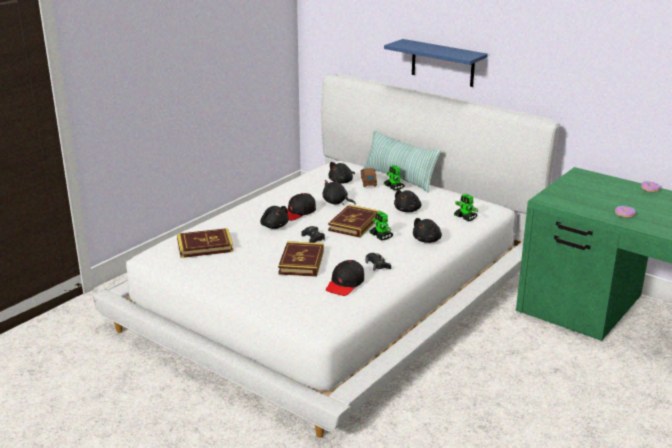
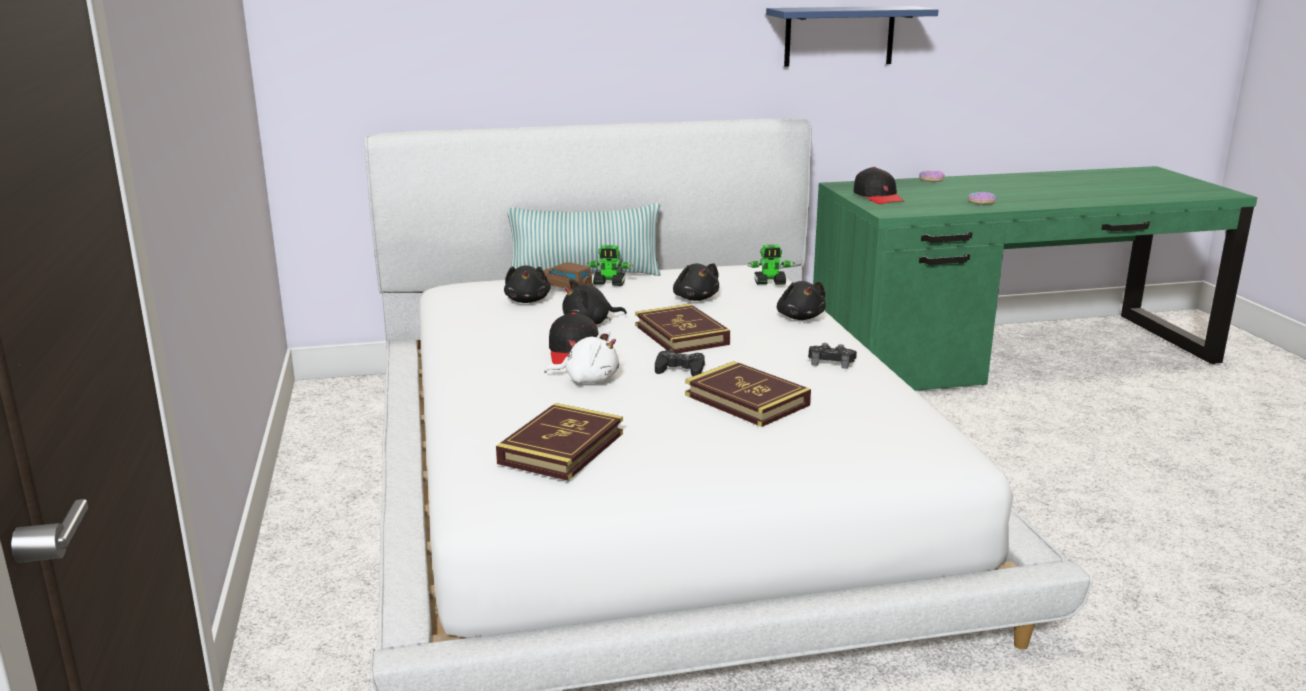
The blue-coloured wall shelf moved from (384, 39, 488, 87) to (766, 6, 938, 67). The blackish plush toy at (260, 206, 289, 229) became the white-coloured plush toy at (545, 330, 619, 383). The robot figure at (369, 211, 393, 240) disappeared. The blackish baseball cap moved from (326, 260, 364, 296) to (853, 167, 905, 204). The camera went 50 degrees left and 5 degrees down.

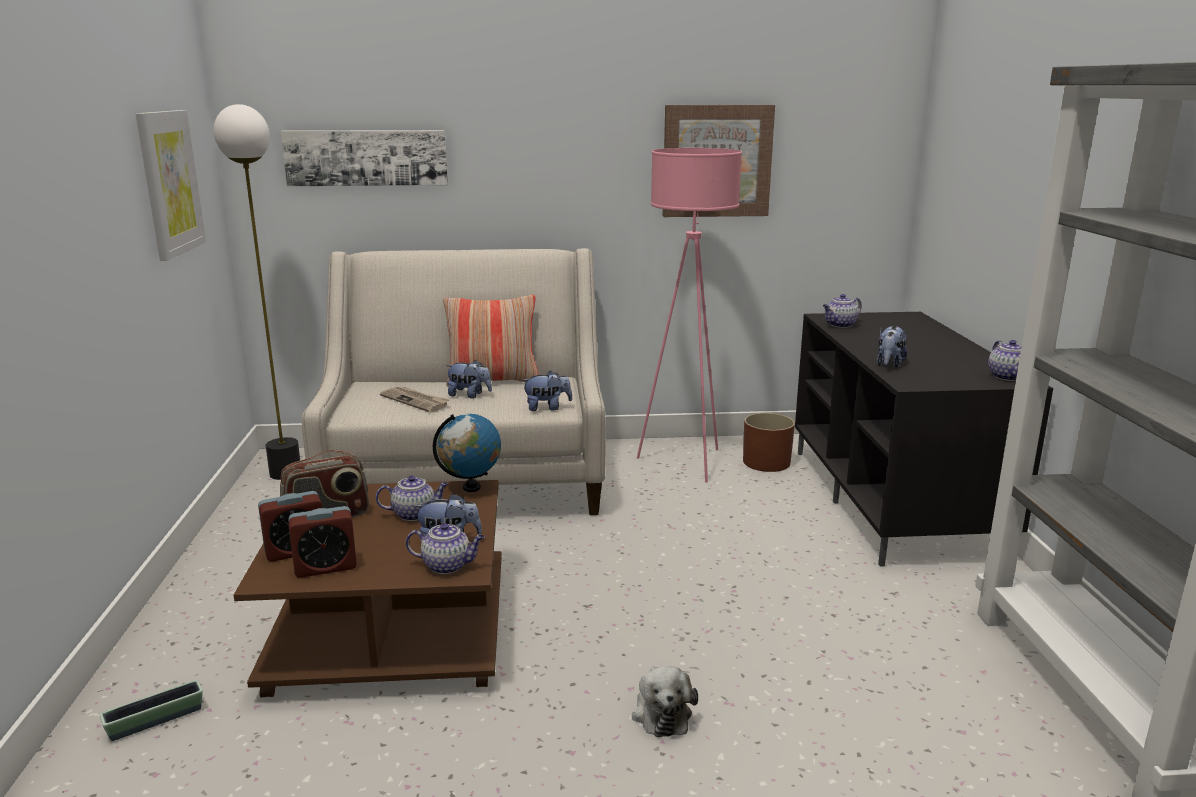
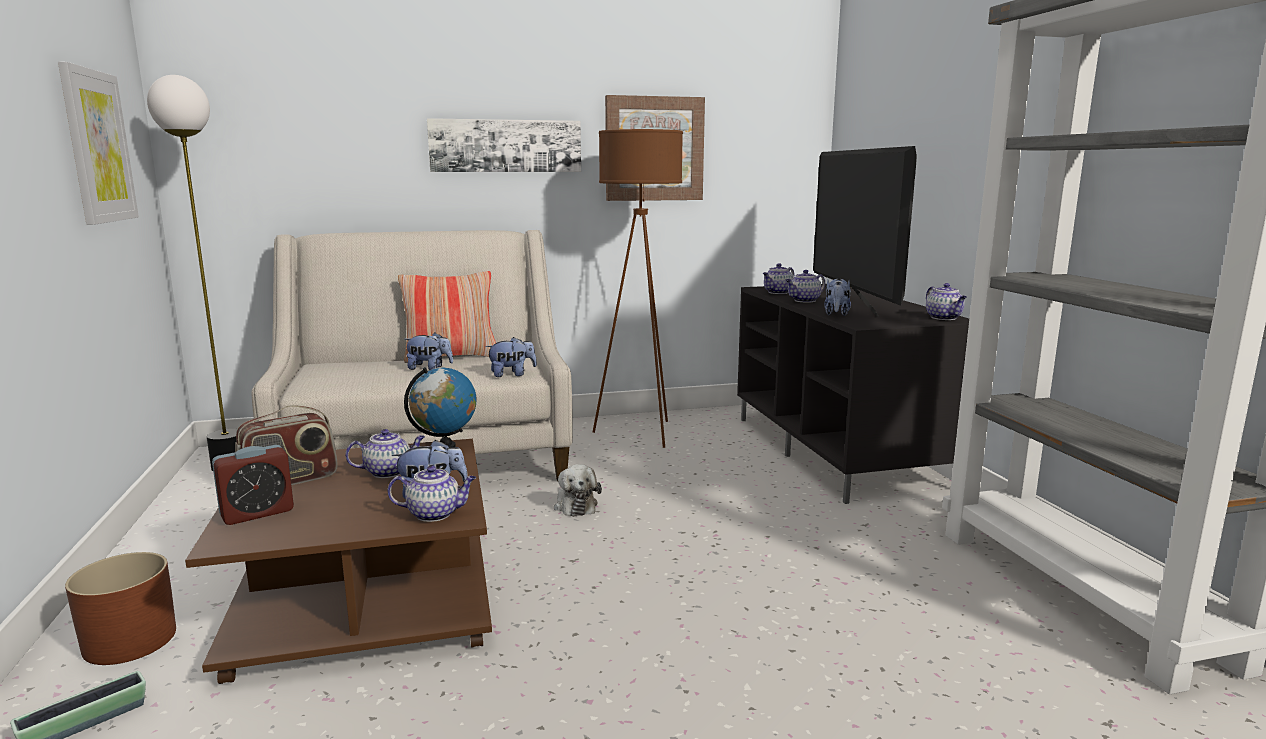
The wall picture moved from (281, 130, 448, 186) to (427, 118, 581, 172). The pink-coloured floor lamp at (637, 148, 742, 483) became the brownish floor lamp at (593, 129, 683, 448). The newspaper at (380, 387, 449, 412) disappeared. The brownish planter moved from (743, 413, 795, 472) to (65, 552, 176, 665). The table clock at (288, 506, 357, 578) disappeared. The plush toy moved from (632, 666, 698, 737) to (554, 464, 602, 517). The TV set at (813, 146, 917, 317) appeared. The tea pot at (786, 270, 825, 303) appeared. The camera went 10 degrees left and 5 degrees down.

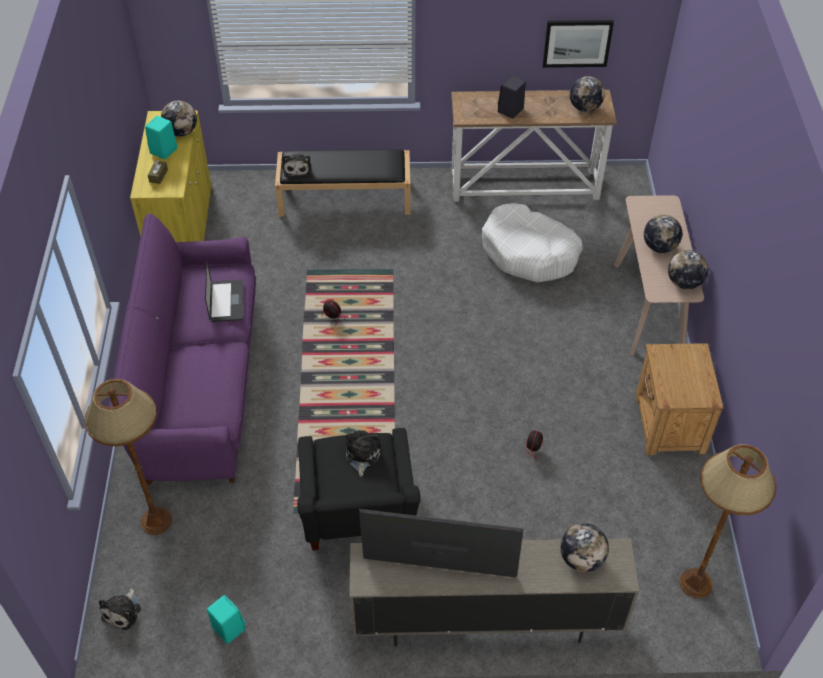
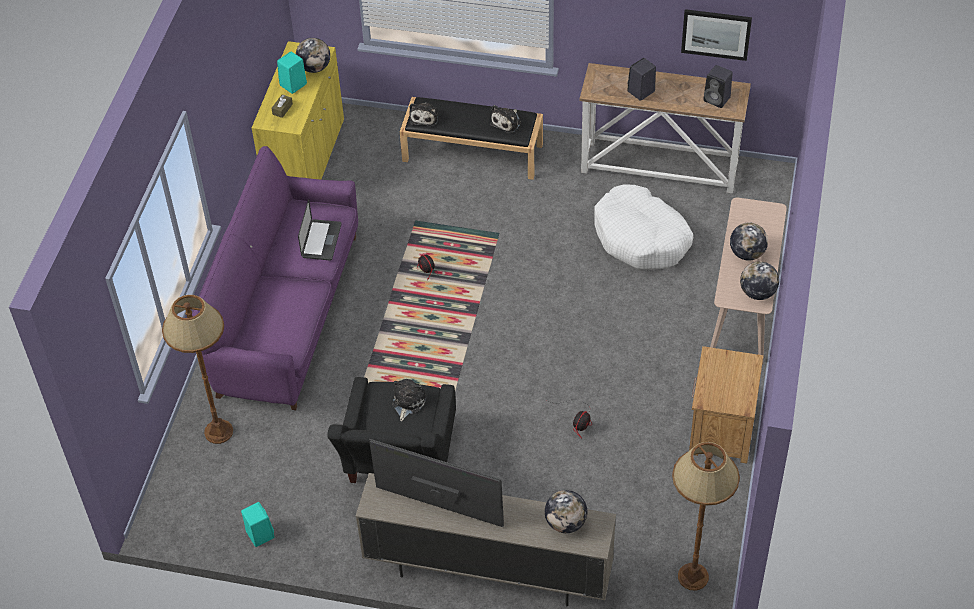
The globe at (570, 76, 605, 112) was replaced by the blackish audio speaker at (703, 65, 733, 108). The plush toy moved from (99, 588, 141, 630) to (490, 105, 521, 133). The camera went 15 degrees right and 0 degrees up.

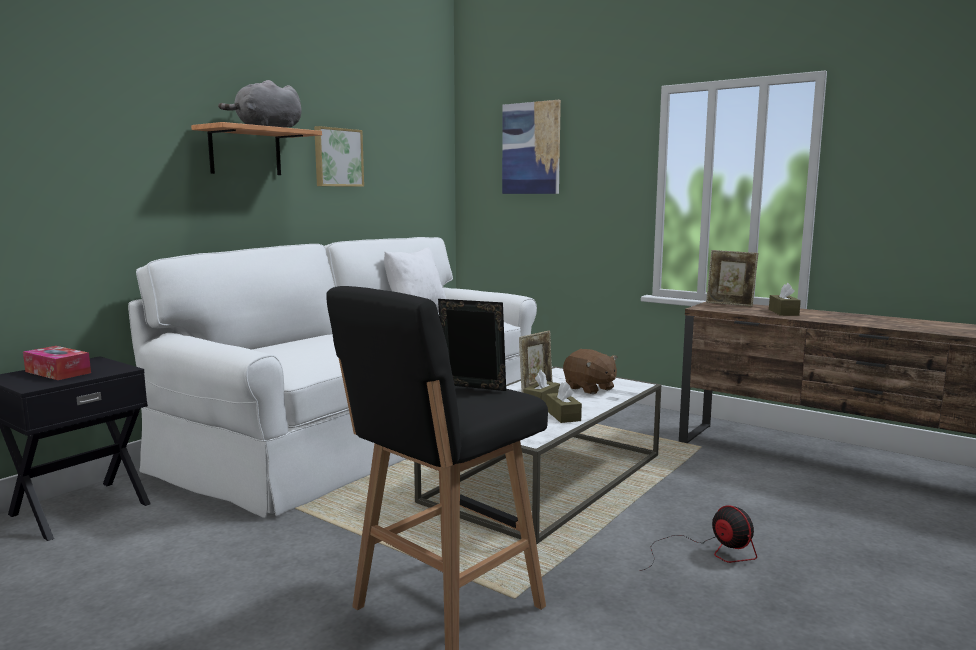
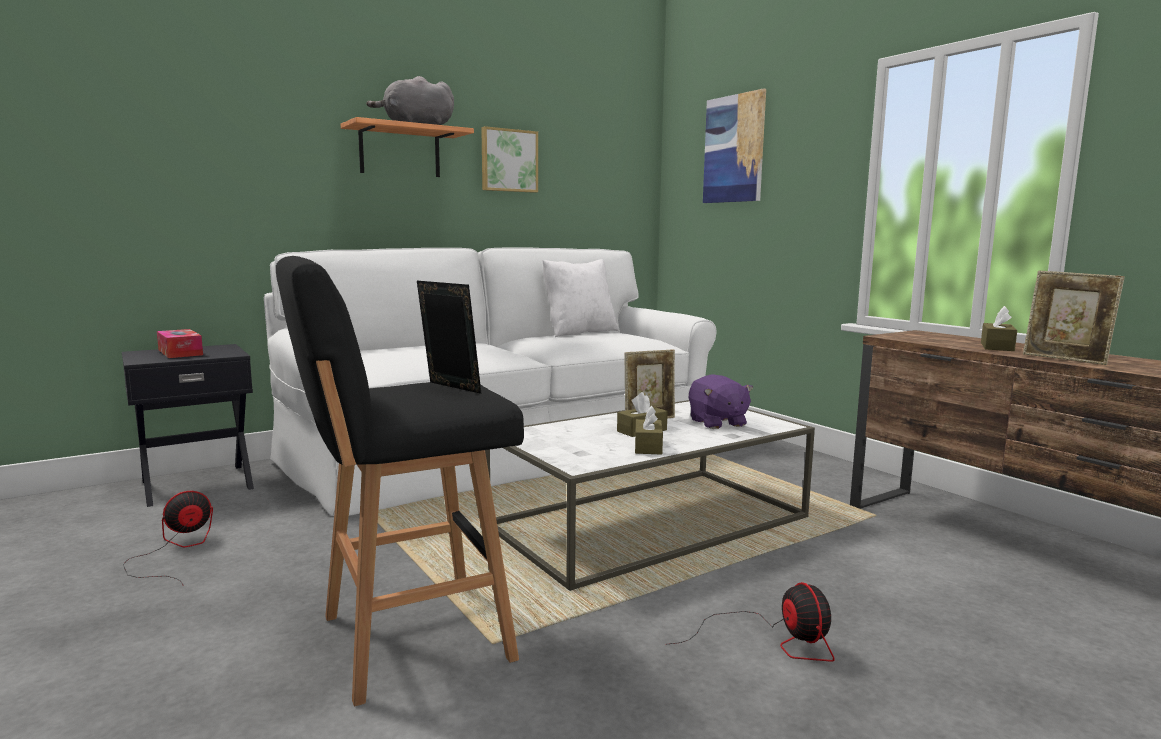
The picture frame moved from (706, 250, 758, 307) to (1023, 271, 1125, 365). The brownish plush toy at (563, 349, 618, 394) became the purplish plush toy at (689, 374, 753, 429). The cooling fan at (123, 491, 213, 586) appeared. The camera went 20 degrees right and 0 degrees up.

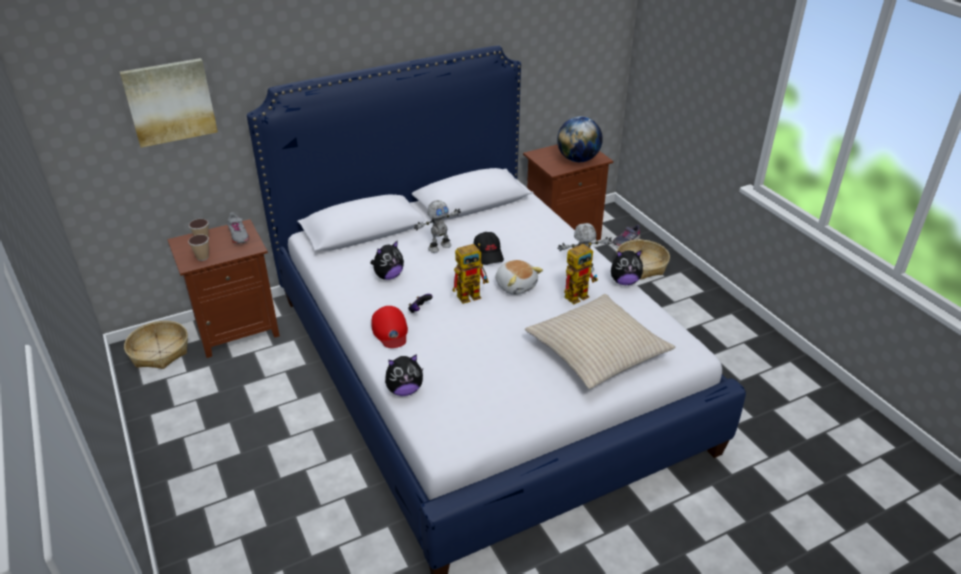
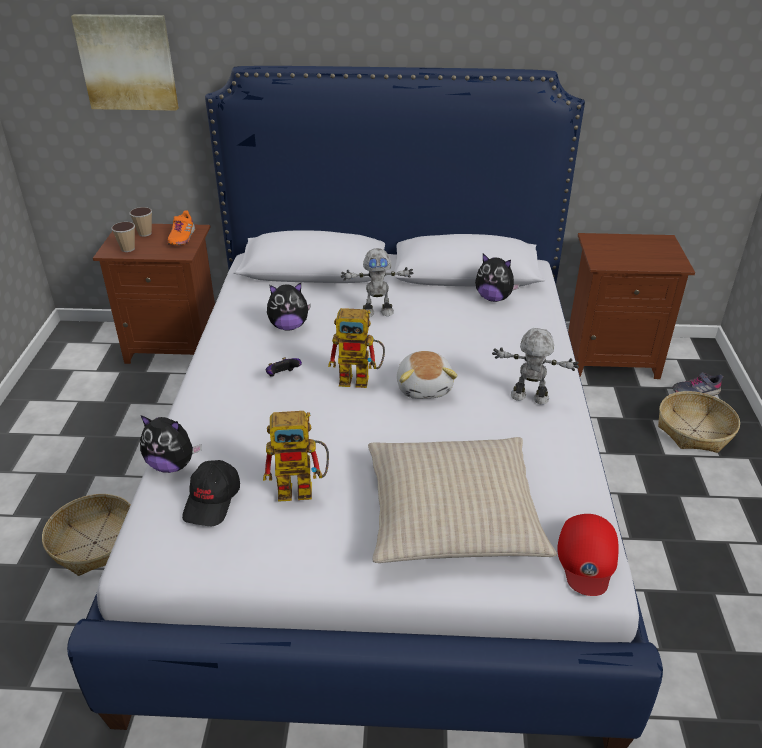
The globe at (557, 116, 603, 162) disappeared. The gray low shoe at (227, 212, 249, 244) became the orange-coloured low shoe at (167, 211, 195, 245). The blackish baseball cap moved from (474, 232, 504, 265) to (182, 460, 240, 526). The robot figure moved from (564, 243, 598, 304) to (263, 411, 329, 502). The plush toy moved from (611, 250, 643, 285) to (475, 254, 520, 302). The reddish baseball cap moved from (372, 306, 408, 348) to (557, 514, 619, 596). The storage basket moved from (124, 321, 188, 369) to (42, 494, 131, 576). The camera went 30 degrees right and 0 degrees up.

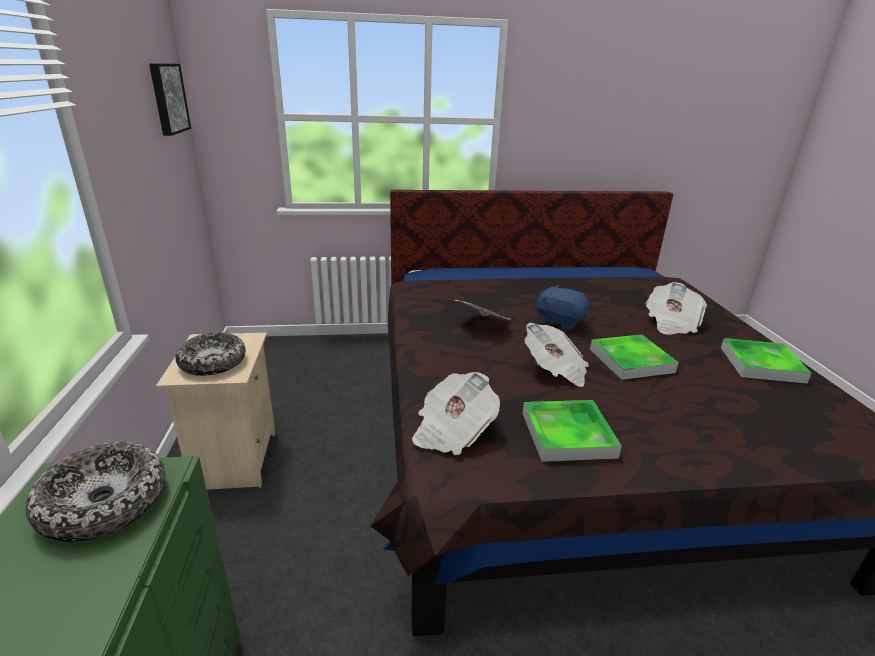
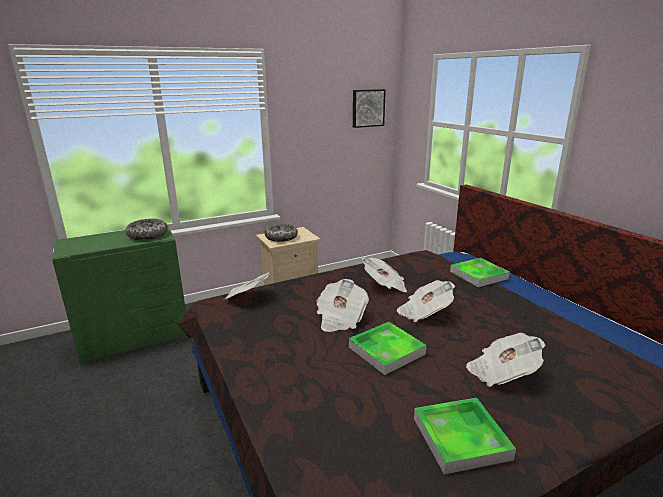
The blue-coloured plush toy at (534, 286, 589, 332) was replaced by the newspaper at (397, 280, 455, 322). The tray moved from (523, 400, 622, 462) to (450, 258, 510, 287). The camera went 70 degrees right and 5 degrees down.

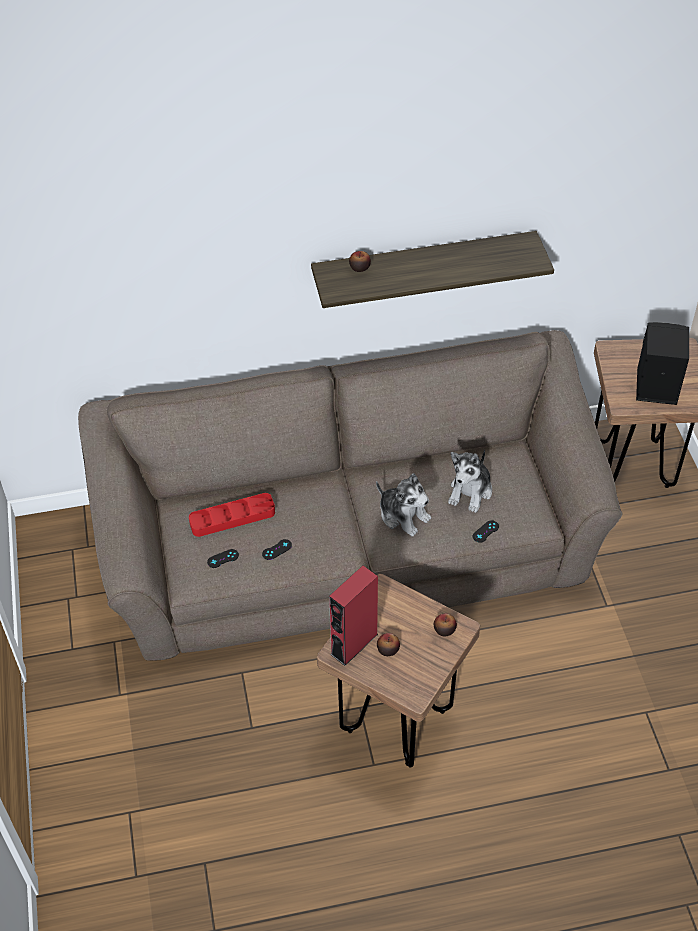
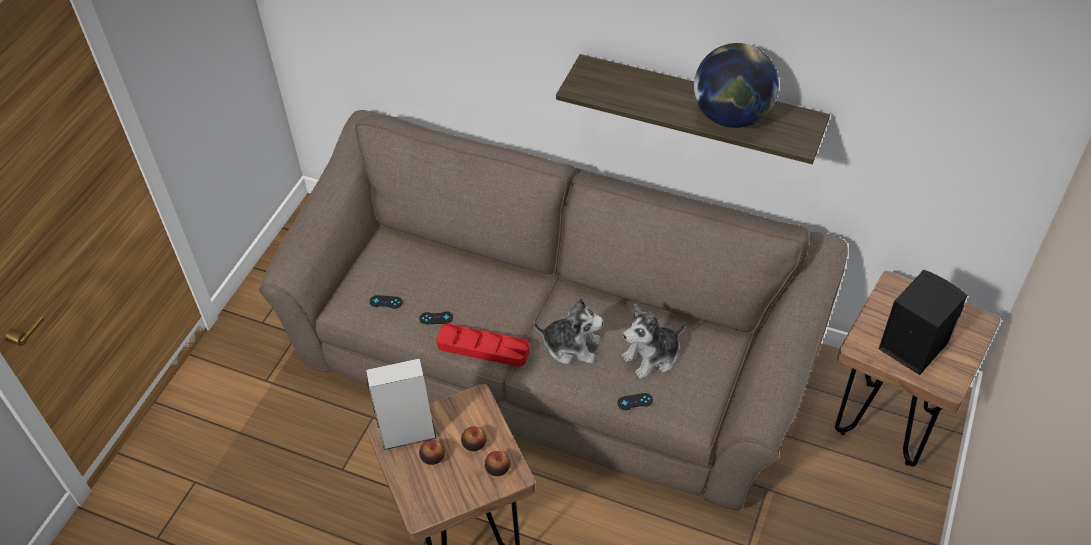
The whole apple moved from (349, 251, 371, 272) to (461, 426, 487, 451). The plush toy at (376, 473, 431, 536) turned 60 degrees counterclockwise. The reddish tray moved from (189, 493, 275, 537) to (436, 324, 530, 367). The reddish audio speaker at (329, 565, 378, 666) became the gray audio speaker at (366, 358, 436, 450). The globe at (694, 43, 779, 128) appeared. The camera went 35 degrees right and 0 degrees up.

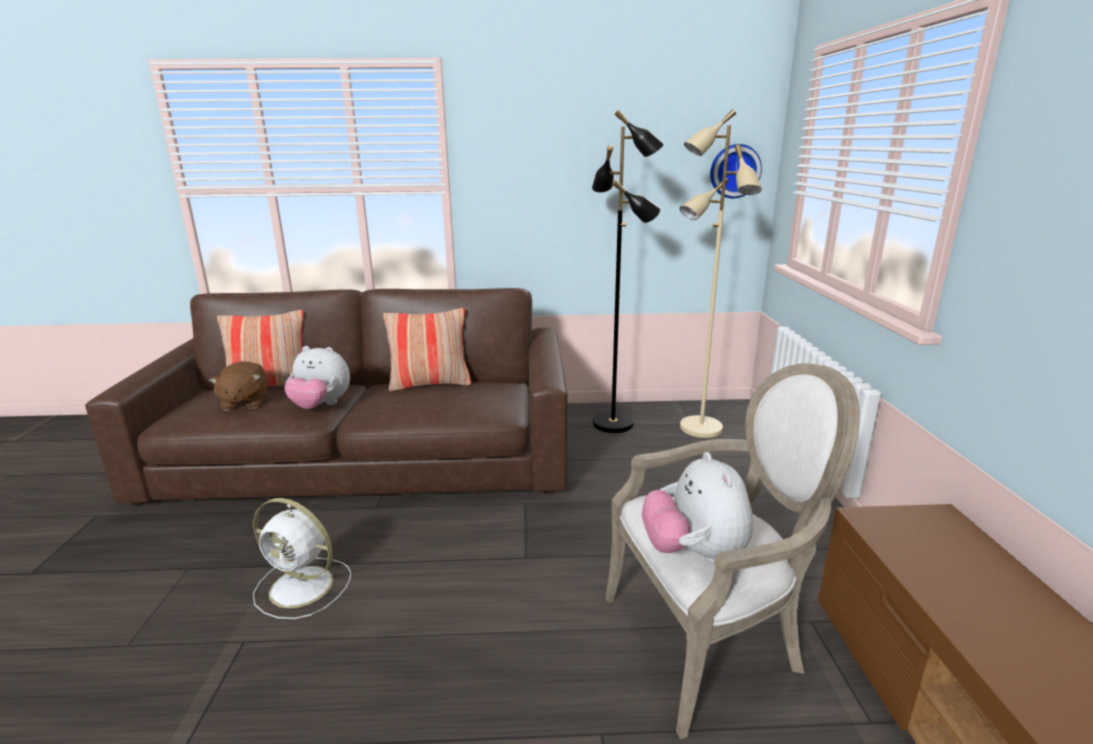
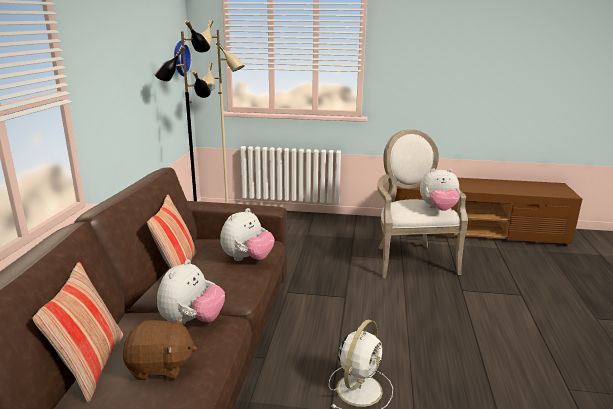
The plush toy at (220, 208, 275, 261) appeared. The camera went 80 degrees left and 0 degrees up.

